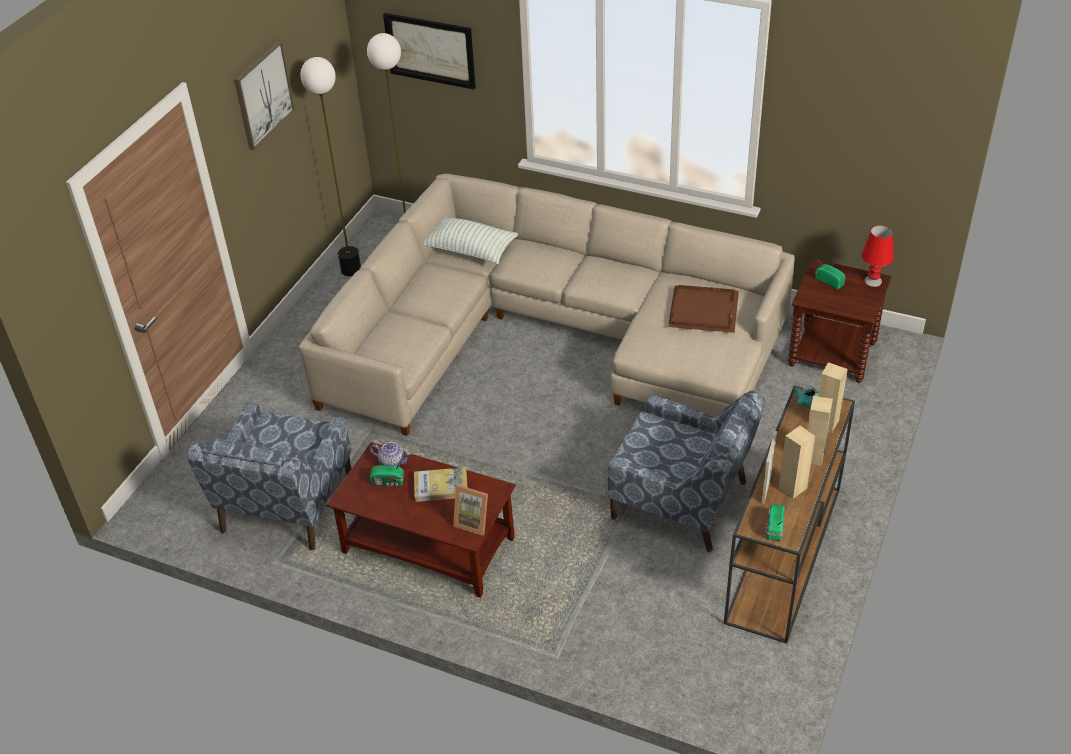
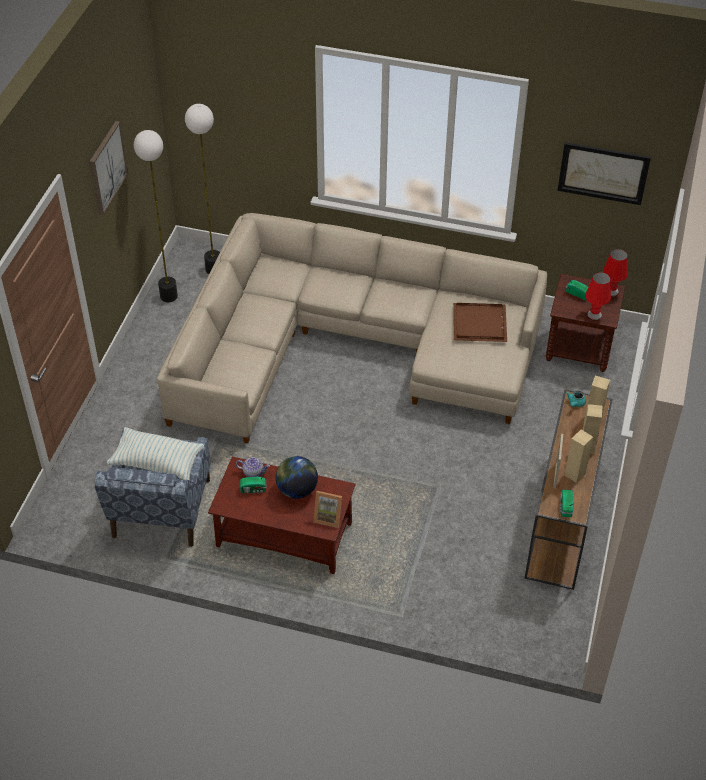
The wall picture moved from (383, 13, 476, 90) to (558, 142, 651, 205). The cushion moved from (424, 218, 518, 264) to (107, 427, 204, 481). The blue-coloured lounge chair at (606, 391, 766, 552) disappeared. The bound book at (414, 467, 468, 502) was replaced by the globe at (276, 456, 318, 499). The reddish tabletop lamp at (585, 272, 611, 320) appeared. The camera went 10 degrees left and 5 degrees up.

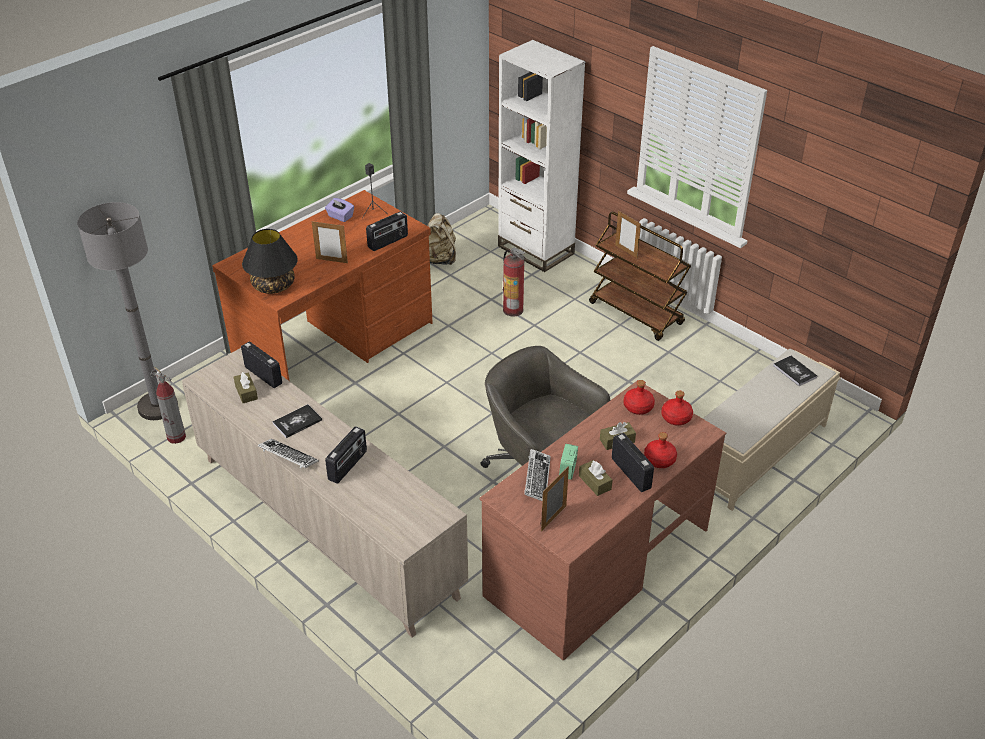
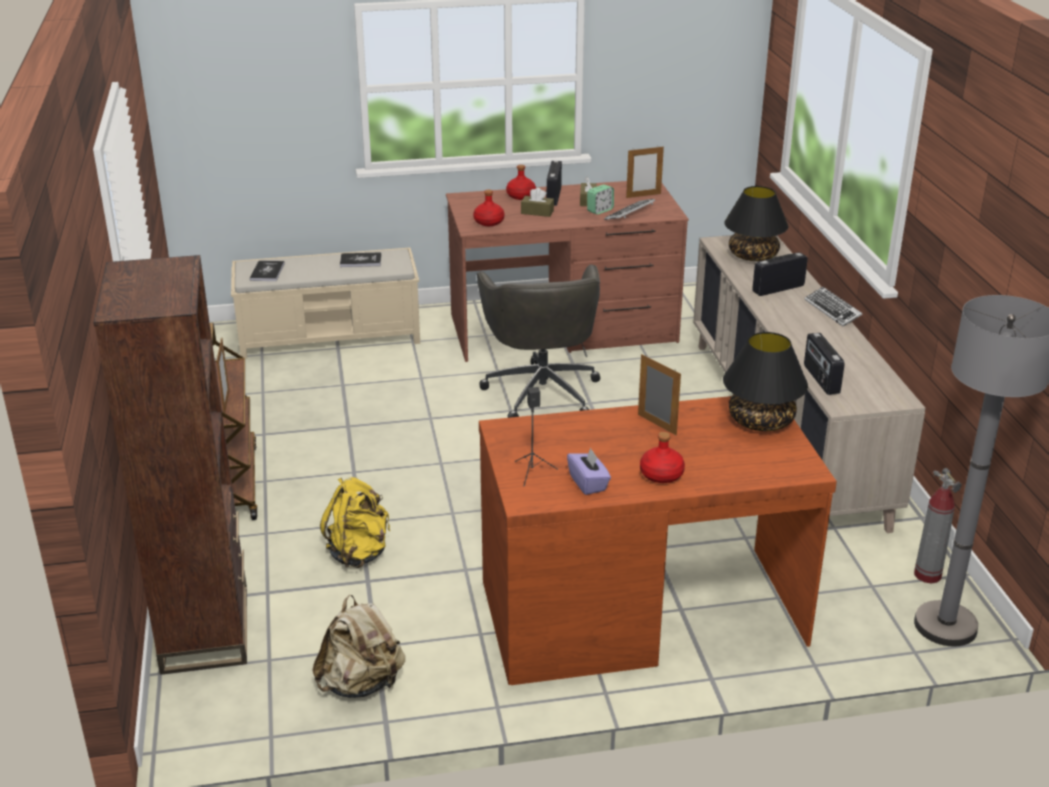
The white-coloured shelving unit at (498, 40, 585, 272) became the brownish shelving unit at (93, 255, 247, 675). The radio receiver at (366, 211, 408, 251) disappeared. The extinguisher at (502, 248, 526, 317) was replaced by the yellow knapsack at (320, 477, 390, 568). The brownish tissue holder at (234, 372, 258, 403) disappeared. The reddish bottle moved from (662, 390, 693, 426) to (640, 432, 685, 483). The bound book moved from (272, 404, 322, 438) to (340, 252, 381, 267). The blackish tabletop lamp at (724, 186, 788, 261) appeared. The camera went 145 degrees left and 10 degrees down.

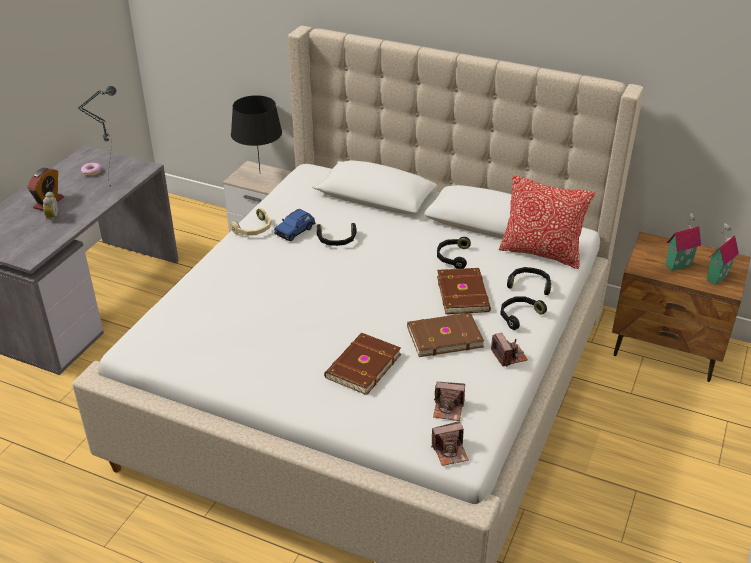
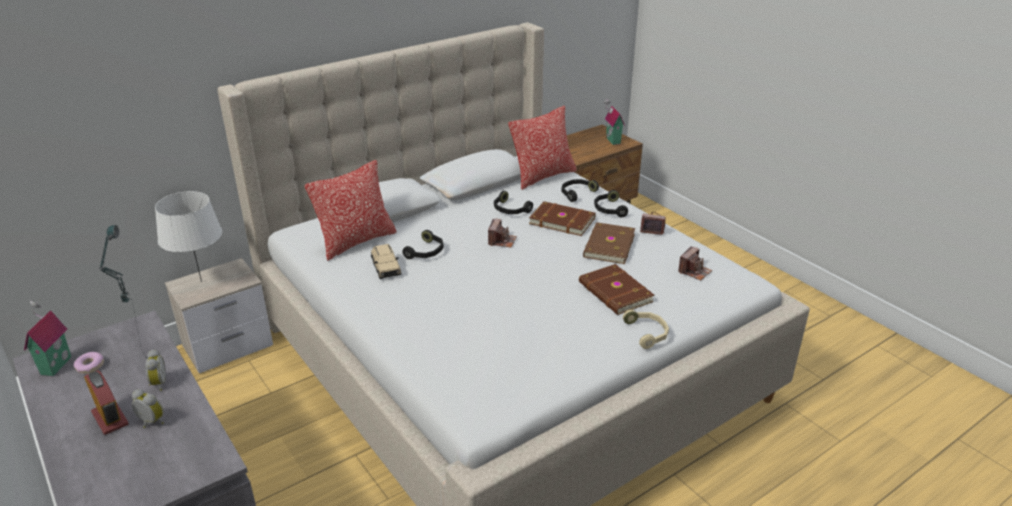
The blackish tabletop lamp at (231, 95, 282, 171) became the white-coloured tabletop lamp at (155, 191, 222, 282). The beige-coloured headset moved from (230, 208, 272, 236) to (623, 310, 669, 349). The blue-coloured toy car at (274, 209, 316, 241) became the beige-coloured toy car at (371, 244, 401, 279). The toy house moved from (666, 213, 701, 271) to (24, 299, 71, 376). The still camera moved from (431, 421, 469, 466) to (488, 219, 517, 247). The cushion at (305, 160, 397, 261) appeared. The table clock at (145, 349, 166, 391) appeared. The camera went 60 degrees left and 5 degrees down.

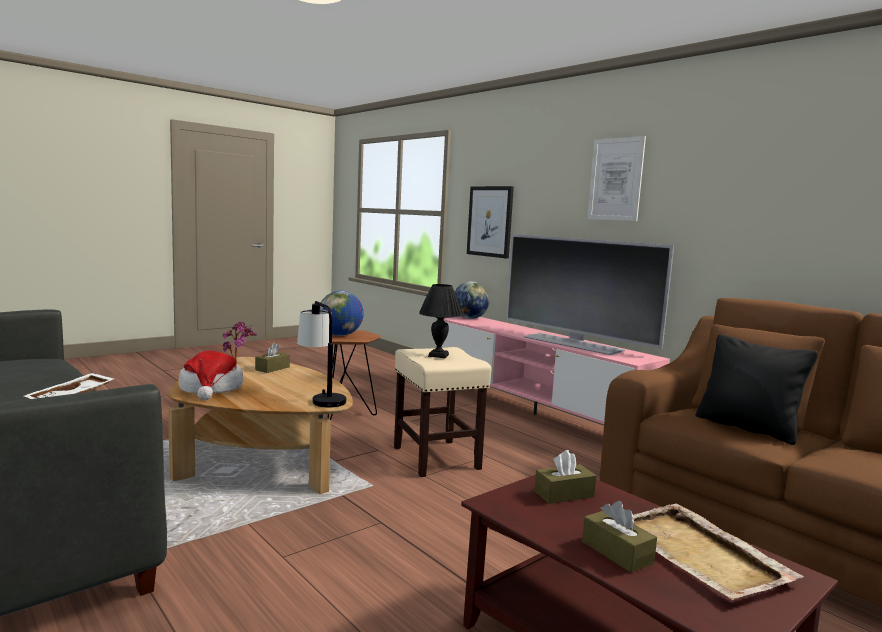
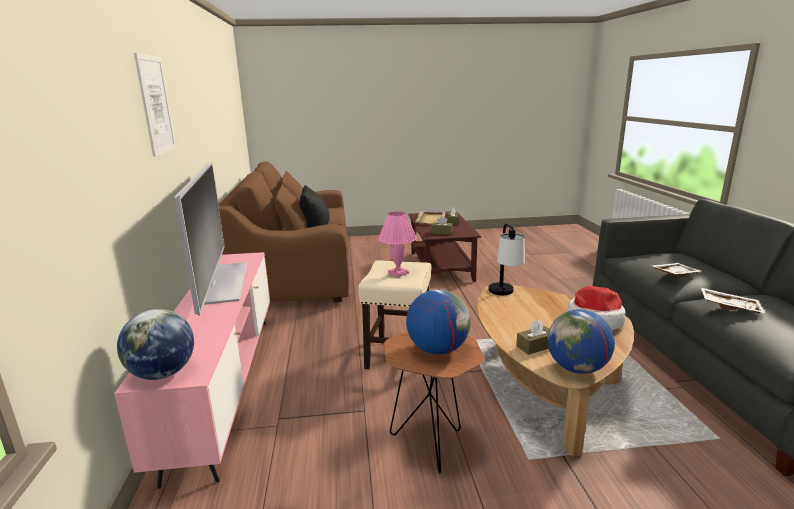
The wall picture at (467, 186, 514, 259) disappeared. The blackish tabletop lamp at (419, 284, 462, 358) became the pink-coloured tabletop lamp at (379, 211, 417, 277). The potted plant at (223, 322, 257, 359) was replaced by the globe at (548, 310, 615, 374). The white-coloured tray at (701, 288, 765, 314) appeared. The camera went 145 degrees left and 10 degrees up.

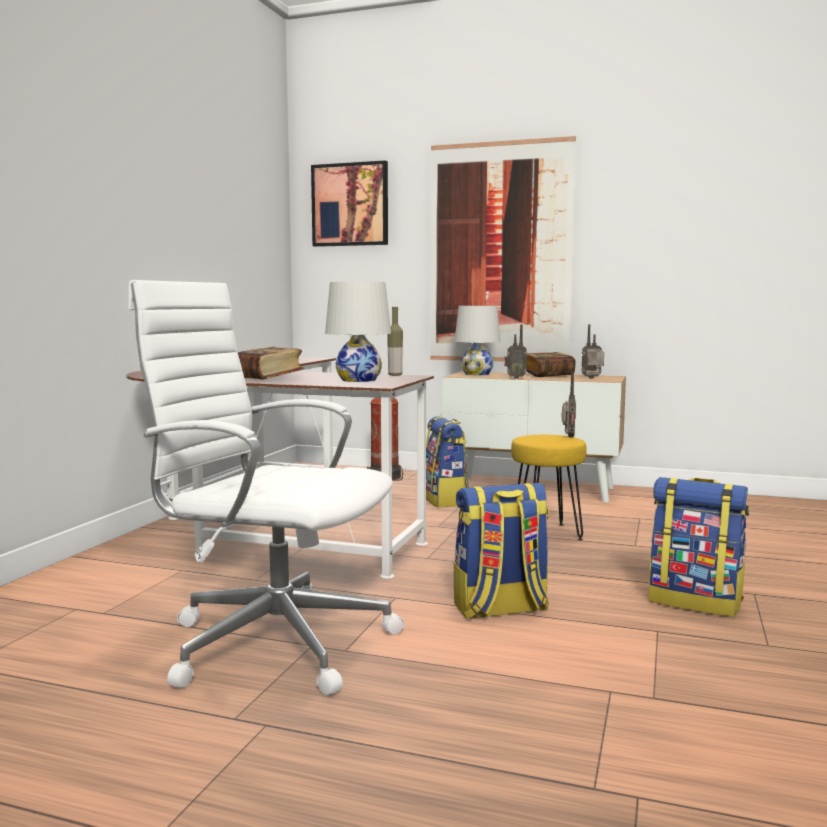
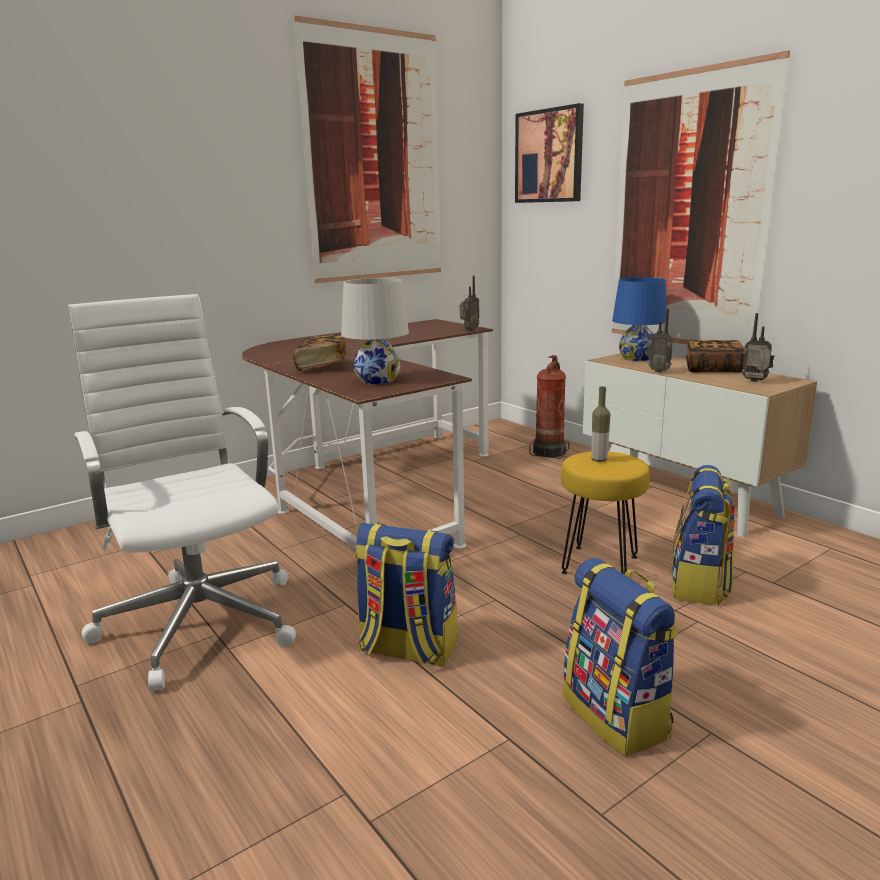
The white-coloured tabletop lamp at (454, 306, 501, 375) became the blue-coloured tabletop lamp at (612, 277, 667, 361). The bottle moved from (387, 307, 403, 376) to (591, 387, 610, 462). The radio receiver moved from (562, 373, 576, 437) to (460, 276, 480, 331). The knapsack moved from (426, 416, 469, 508) to (671, 465, 735, 605). The wall picture at (293, 15, 441, 283) appeared. The camera went 35 degrees right and 10 degrees up.

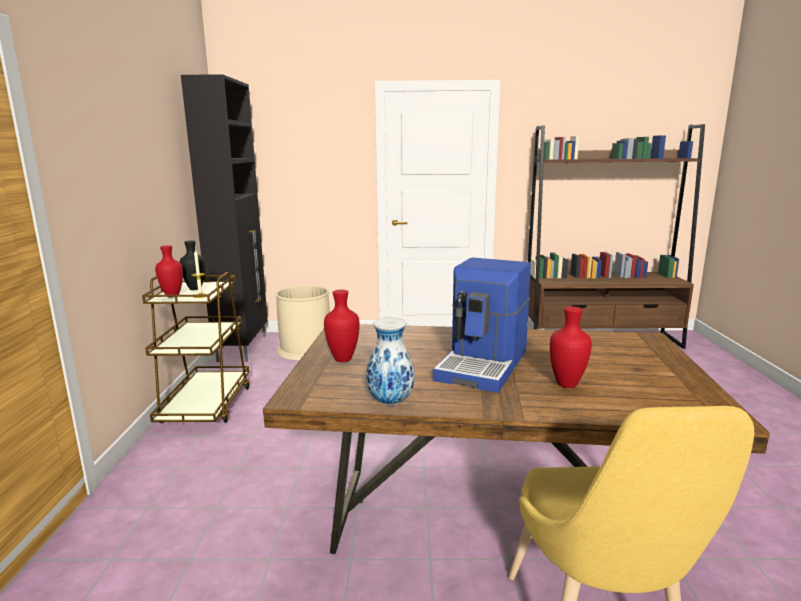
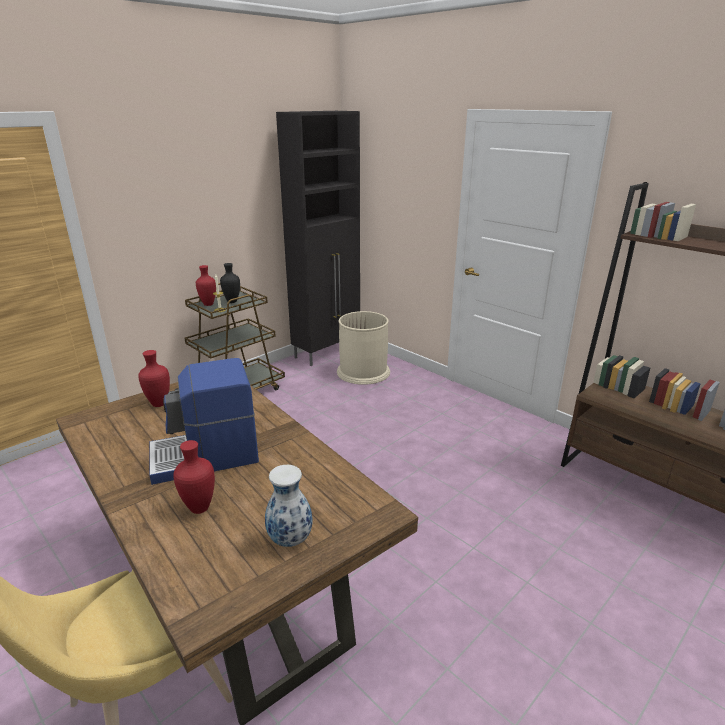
The decorative vase moved from (366, 317, 415, 405) to (265, 465, 313, 547). The camera went 45 degrees right and 10 degrees up.

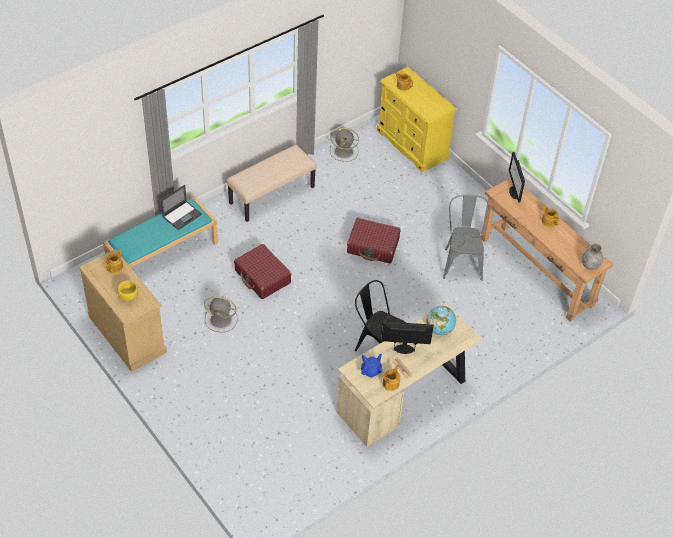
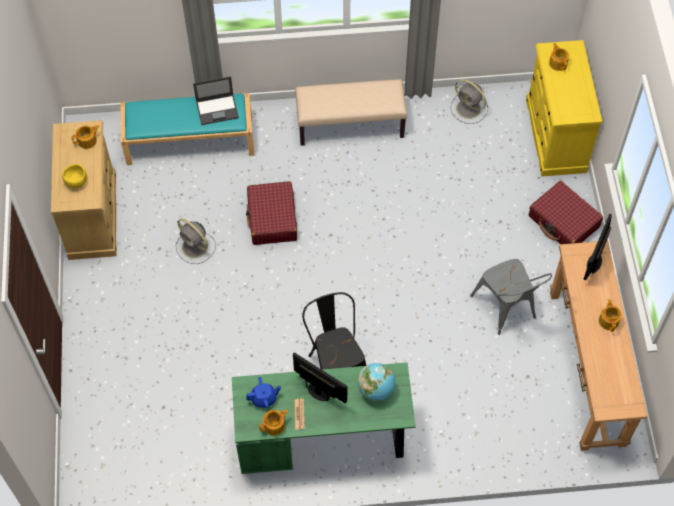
The gray upright chair at (443, 195, 490, 281) turned 120 degrees clockwise. The reddish piece of luggage moved from (347, 218, 401, 264) to (529, 181, 603, 244). The gray decorative vase at (582, 243, 603, 270) disappeared. The beige-coloured desk unit at (336, 304, 482, 447) became the greenish desk unit at (232, 362, 416, 474). The camera went 35 degrees right and 10 degrees up.

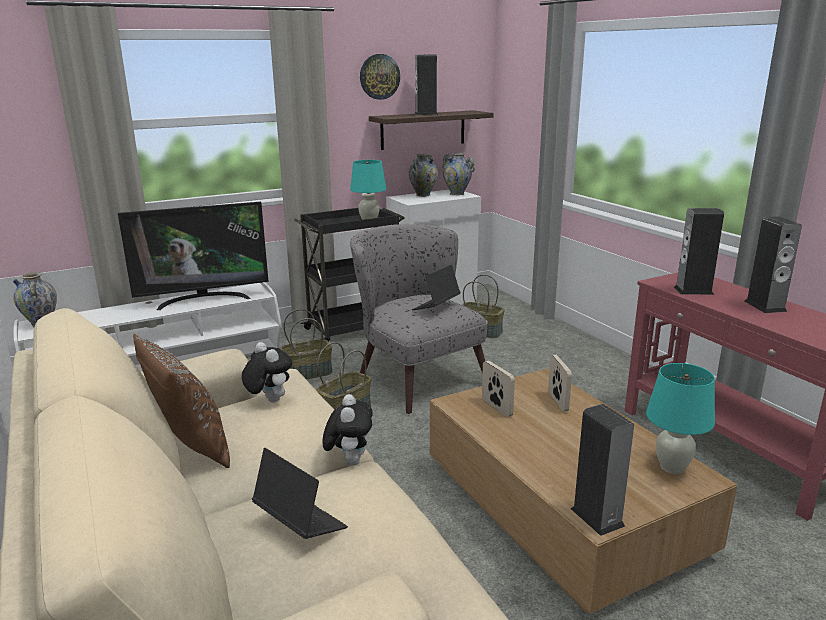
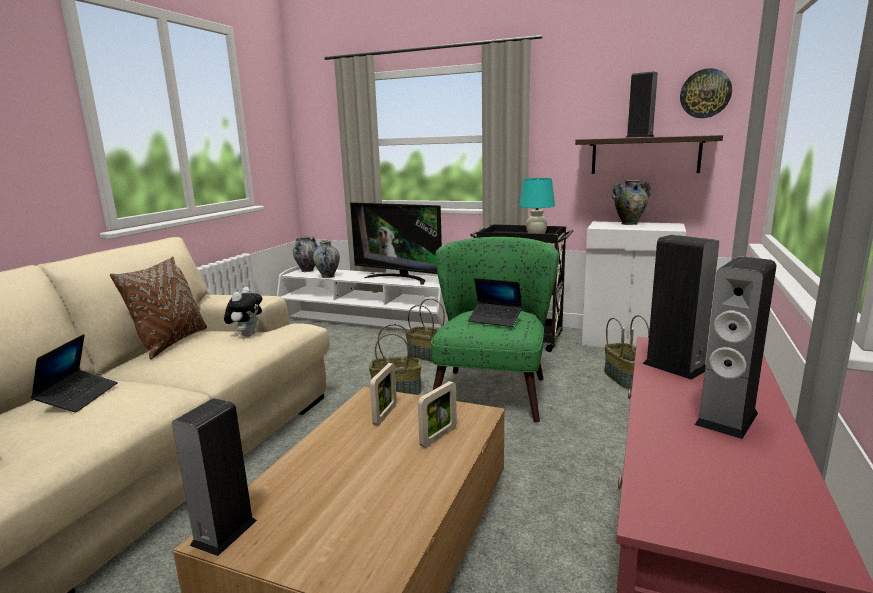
The wall clock moved from (360, 54, 400, 100) to (680, 68, 732, 118). The decorative vase moved from (442, 153, 475, 195) to (313, 240, 340, 278). The gray lounge chair at (350, 224, 488, 414) became the greenish lounge chair at (431, 237, 559, 423). The laptop at (412, 265, 460, 310) turned 150 degrees counterclockwise. The turquoise tabletop lamp at (646, 363, 715, 474) disappeared. The plush toy at (322, 394, 373, 466) disappeared. The camera went 50 degrees right and 5 degrees down.

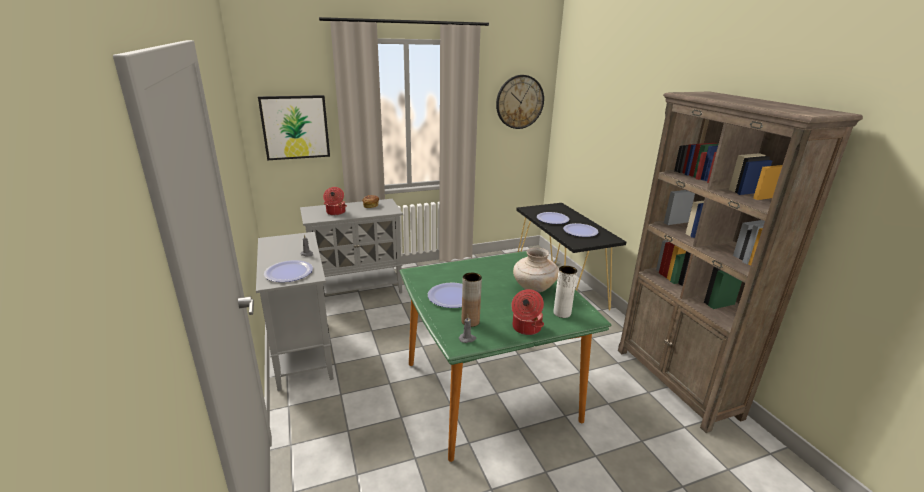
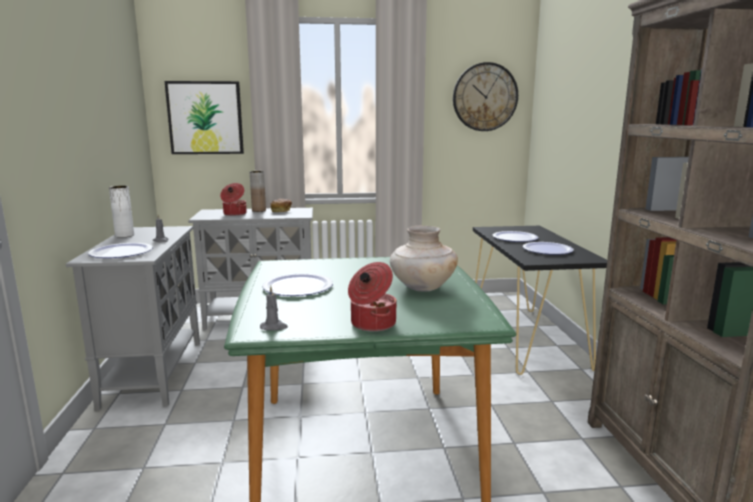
The white-coloured decorative vase moved from (554, 266, 577, 318) to (109, 186, 134, 238). The brownish decorative vase moved from (461, 273, 482, 327) to (250, 171, 266, 212). The camera went 15 degrees right and 10 degrees down.

